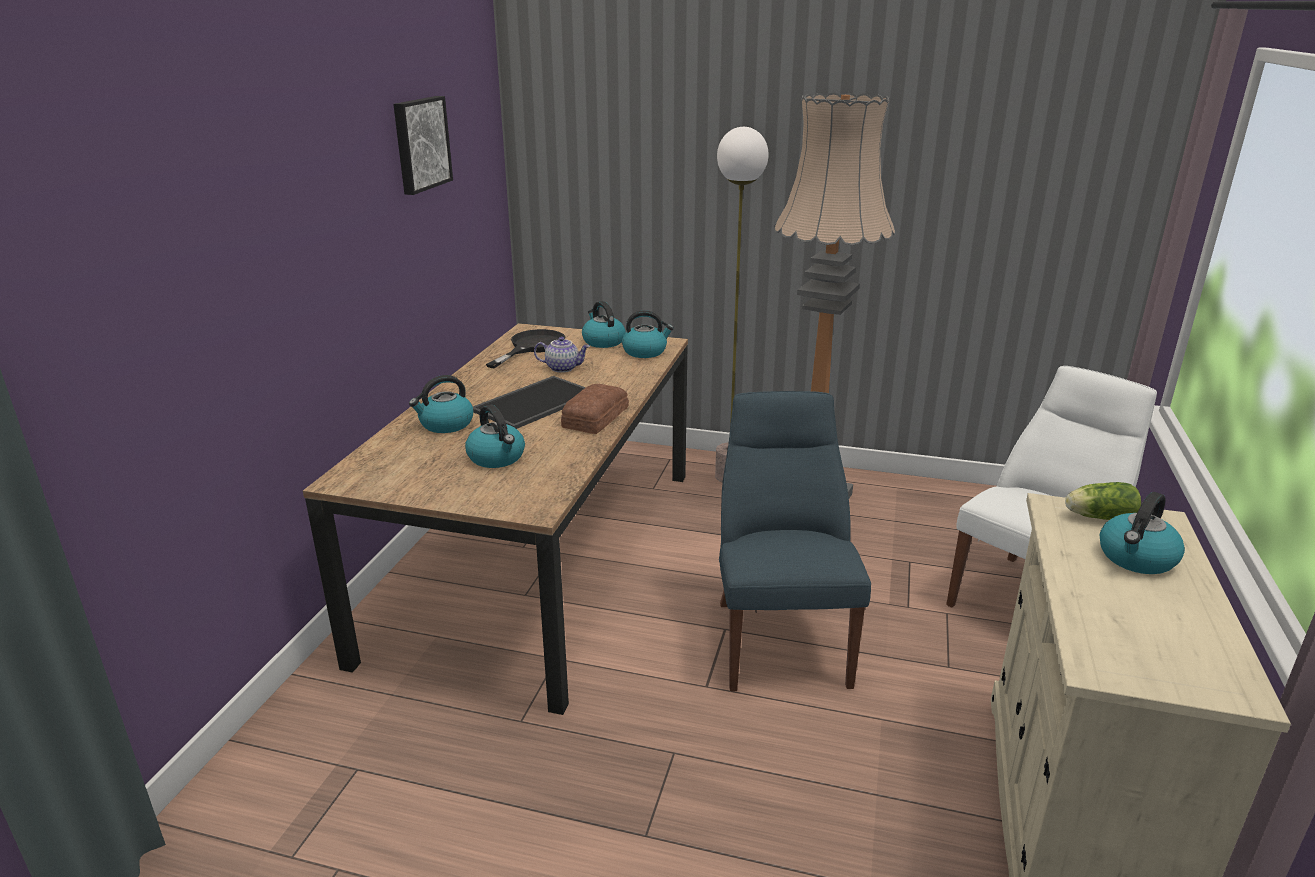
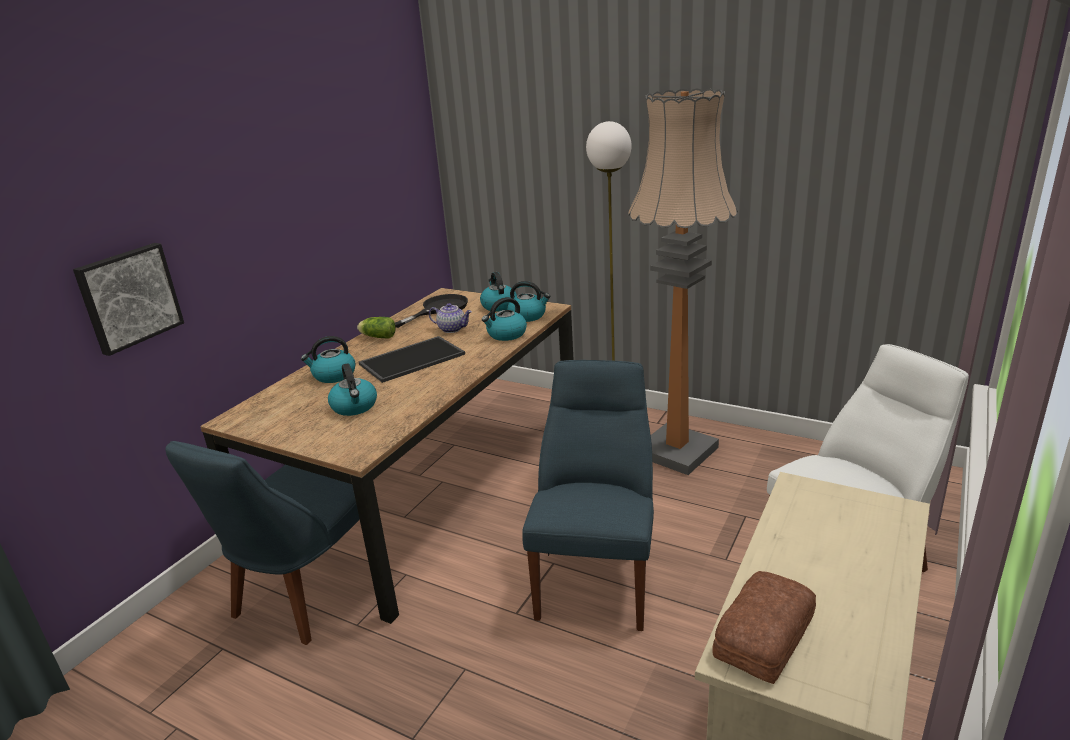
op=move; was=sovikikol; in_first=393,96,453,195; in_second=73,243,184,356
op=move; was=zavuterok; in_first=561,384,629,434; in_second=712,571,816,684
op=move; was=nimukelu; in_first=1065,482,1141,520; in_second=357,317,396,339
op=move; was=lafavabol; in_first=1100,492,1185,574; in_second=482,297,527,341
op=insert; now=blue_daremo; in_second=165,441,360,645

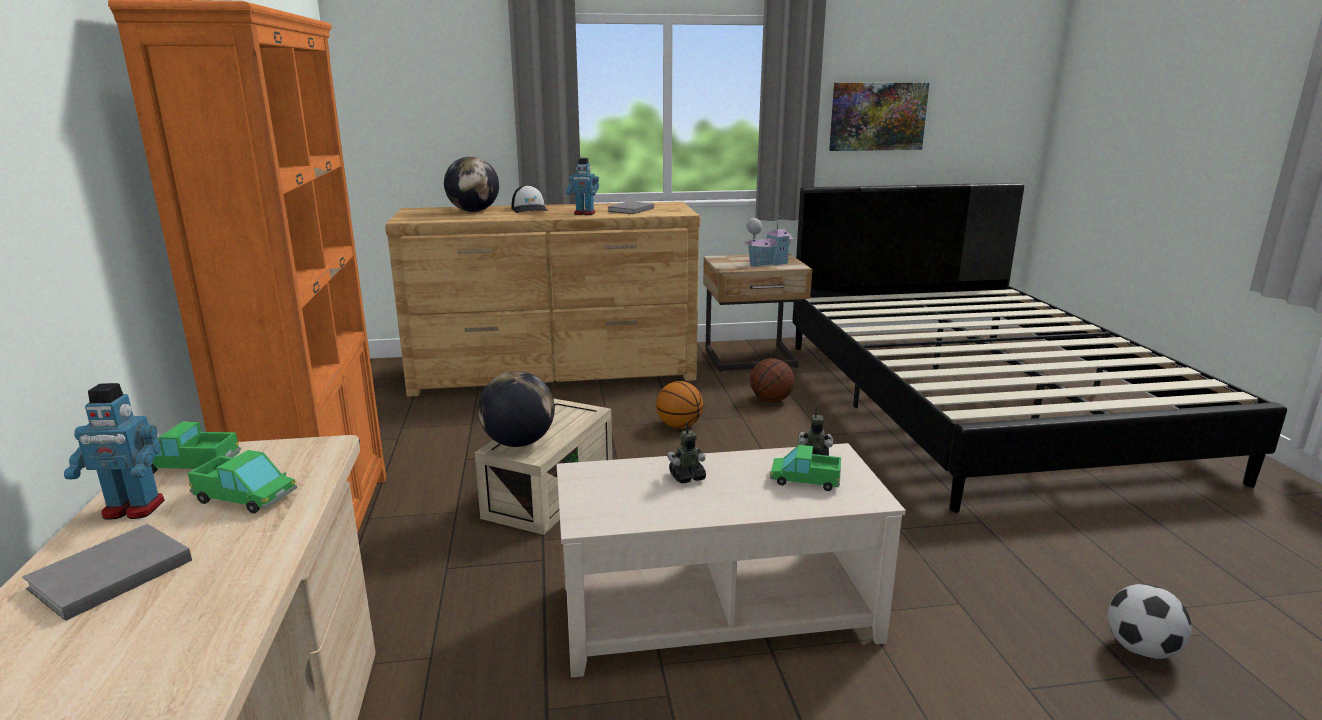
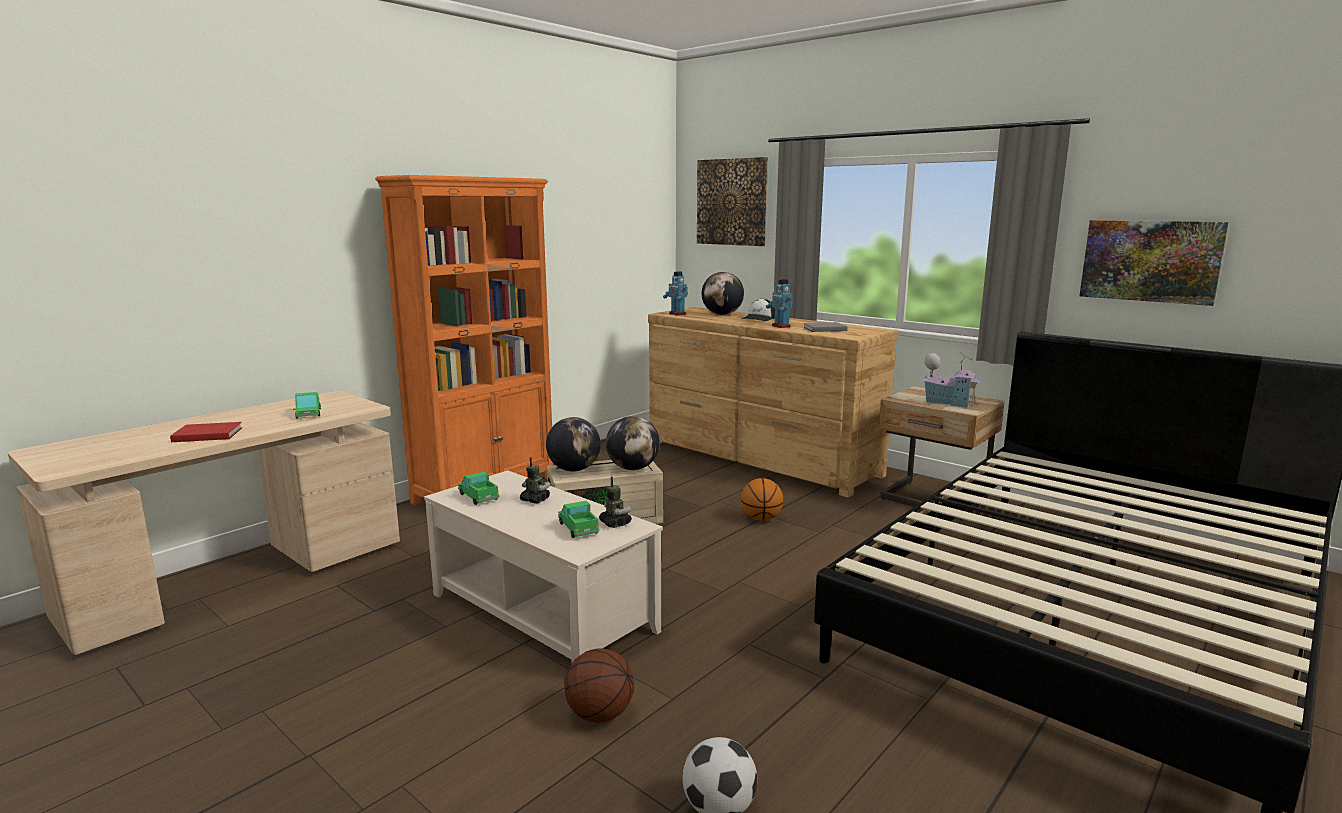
op=move; was=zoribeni; in_first=750,358,795,403; in_second=564,648,634,723
op=move; was=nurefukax; in_first=64,383,165,520; in_second=663,271,688,315
op=move; was=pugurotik; in_first=151,422,241,474; in_second=458,472,499,505
op=delete; was=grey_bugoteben; in_first=22,524,192,621
op=insert; now=sovikikol; in_second=697,157,768,246
op=insert; now=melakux; in_second=606,416,660,470
op=insert; now=red_bugoteben; in_second=170,422,242,442

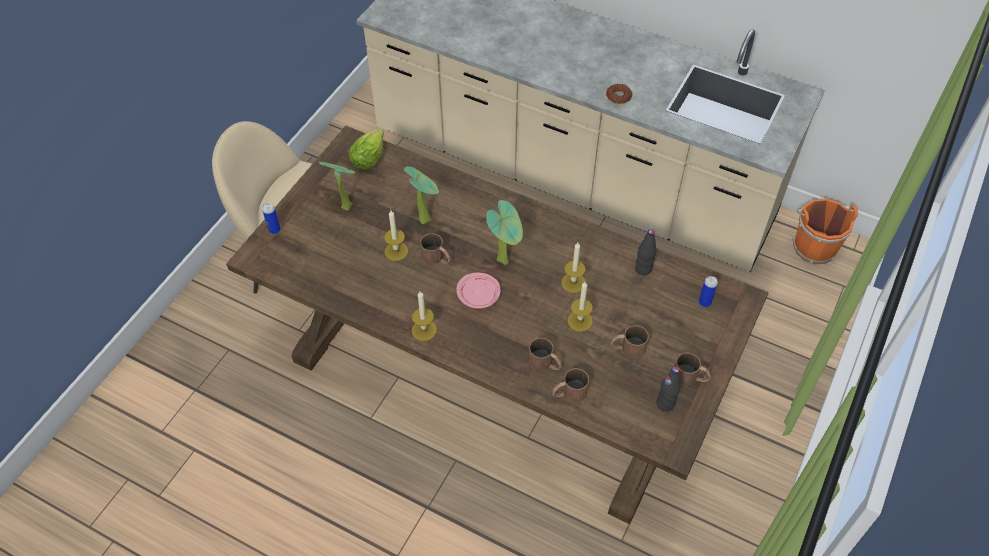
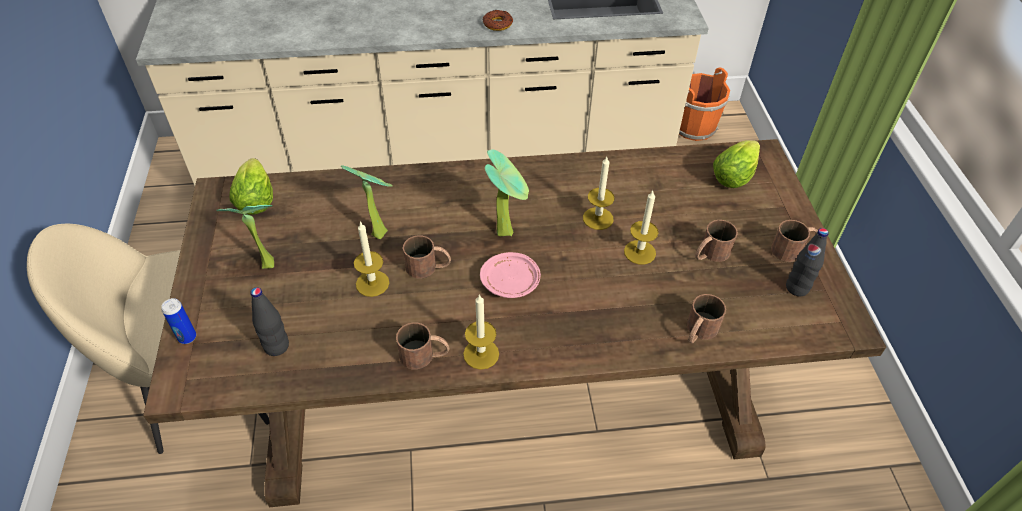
op=move; was=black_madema; in_first=635,229,656,275; in_second=250,287,289,356
op=replace; was=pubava; now=nimukelu; in_first=699,276,718,307; in_second=713,140,760,188
op=move; was=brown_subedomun; in_first=528,338,562,371; in_second=396,322,449,370

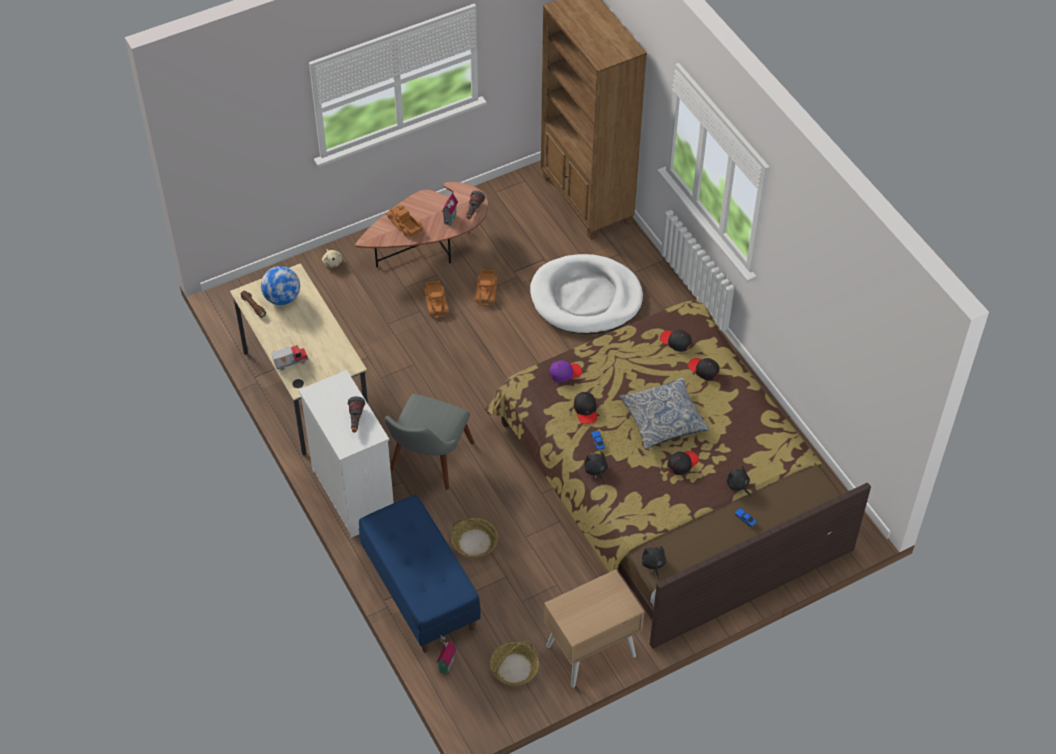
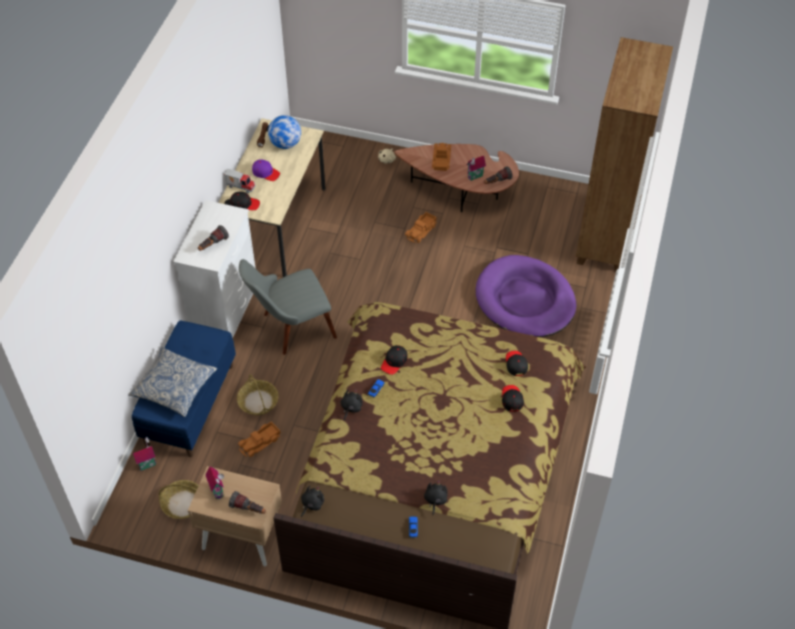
op=recolor; was=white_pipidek; now=purple_pipidek; in_first=530,254,643,334; in_second=476,255,576,337
op=move; was=pugurotik; in_first=475,269,497,306; in_second=238,422,281,457
op=move; was=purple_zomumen; in_first=549,360,582,382; in_second=252,159,280,181
op=move; was=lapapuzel; in_first=619,378,710,449; in_second=128,347,217,417
op=move; was=black_zomumen; in_first=667,451,699,475; in_second=230,192,260,210
op=insert; now=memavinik; in_second=205,466,224,499
op=insert; now=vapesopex; in_second=229,491,266,514

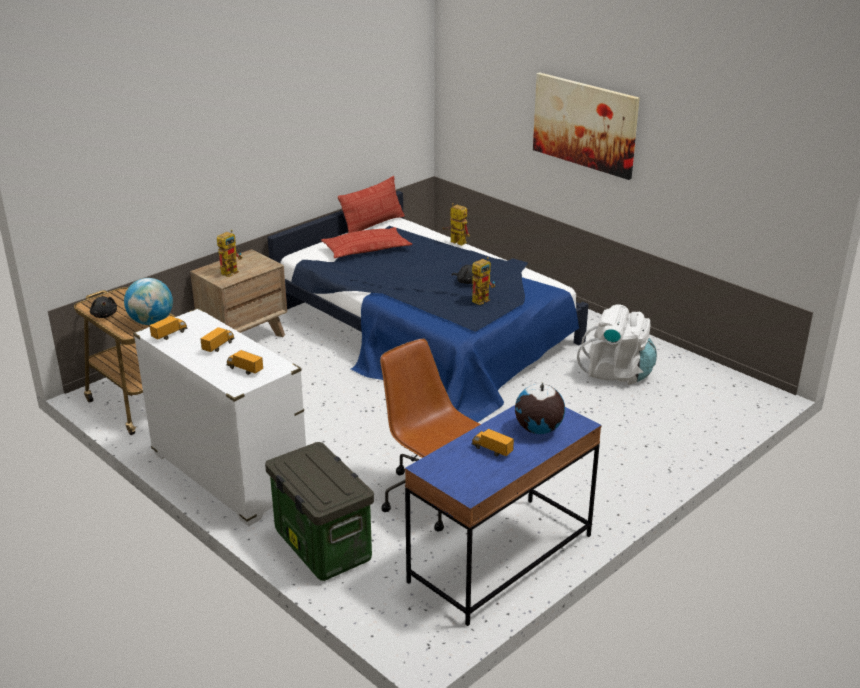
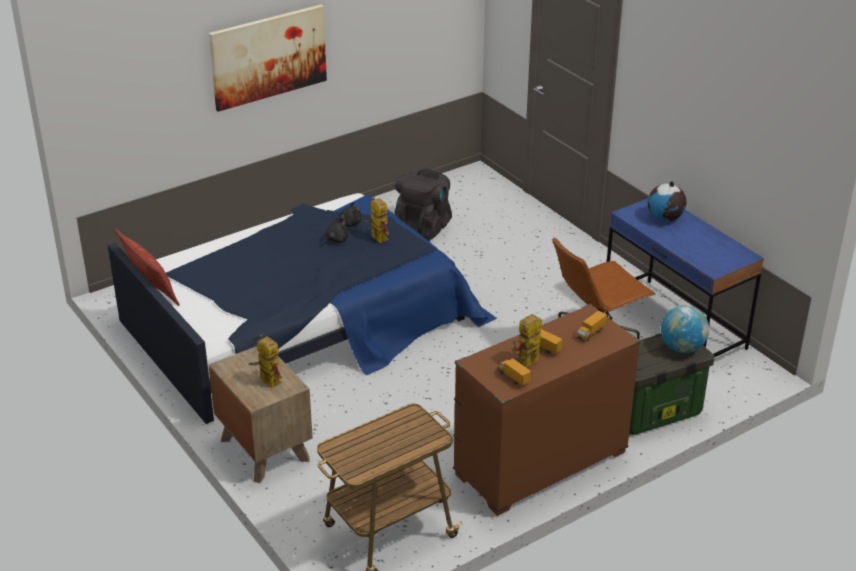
op=move; was=nurefukax; in_first=442,203,470,246; in_second=512,314,542,367
op=delete; was=lapapuzel; in_first=321,227,412,258
op=move; was=melakux; in_first=124,278,173,325; in_second=661,305,709,353
op=move; was=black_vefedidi; in_first=90,296,117,318; in_second=331,202,362,227
op=recolor; was=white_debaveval; now=black_debaveval; in_first=577,304,657,384; in_second=394,169,452,241
op=recolor; was=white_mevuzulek; now=brown_mevuzulek; in_first=133,308,306,526; in_second=453,304,641,516
op=delete; was=pugurotik; in_first=472,429,514,457

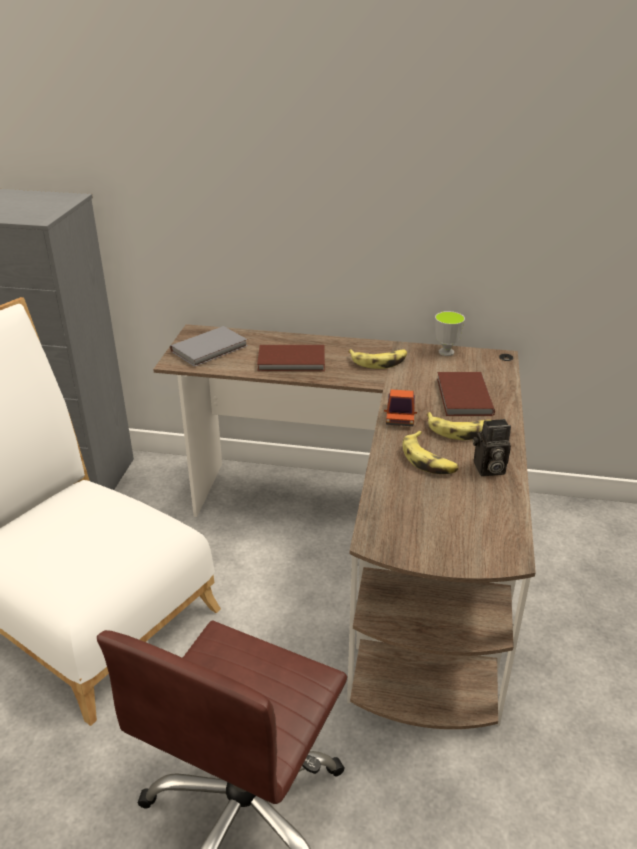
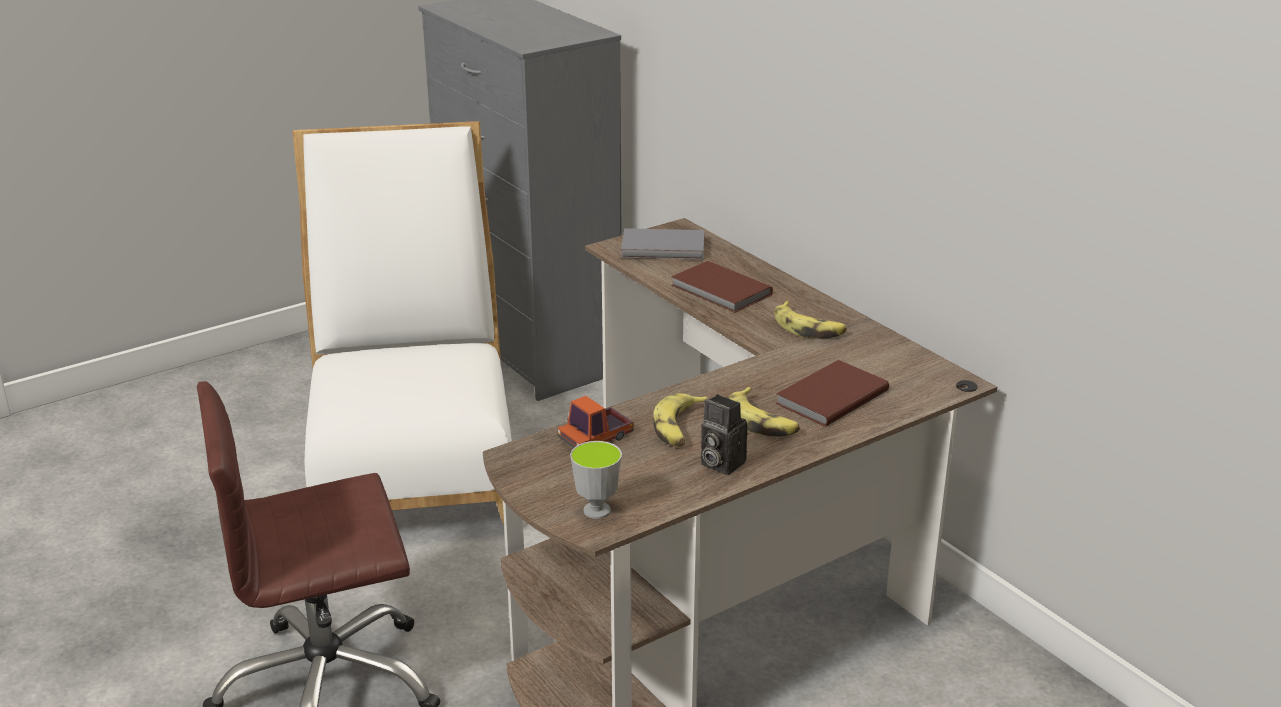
op=move; was=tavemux; in_first=435,311,465,356; in_second=570,441,622,519
op=move; was=pugurotik; in_first=384,389,417,426; in_second=558,396,633,448

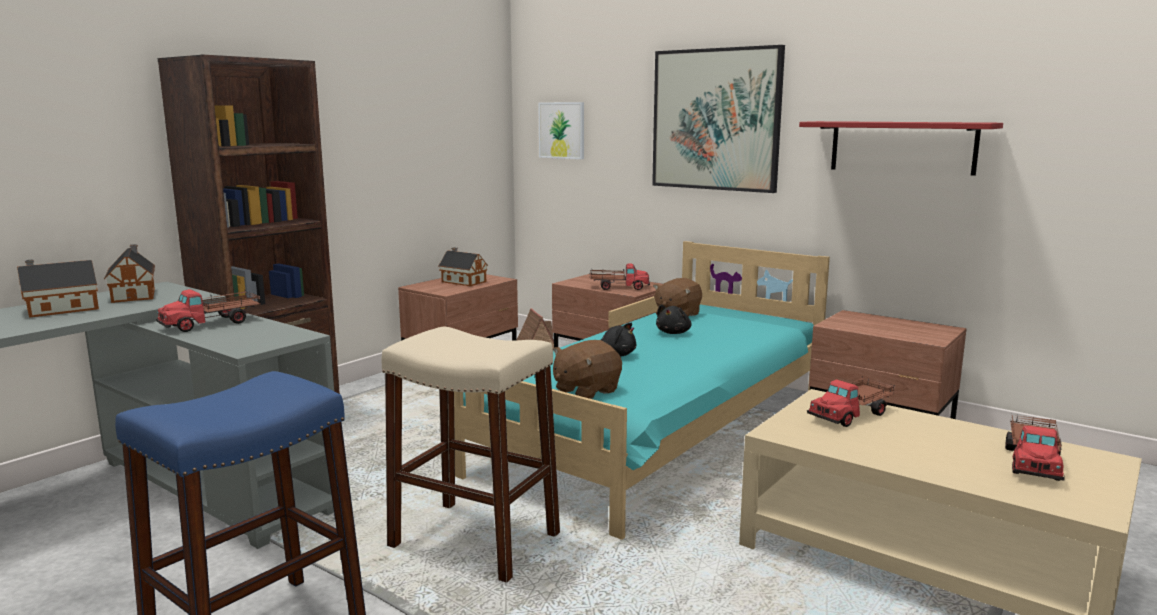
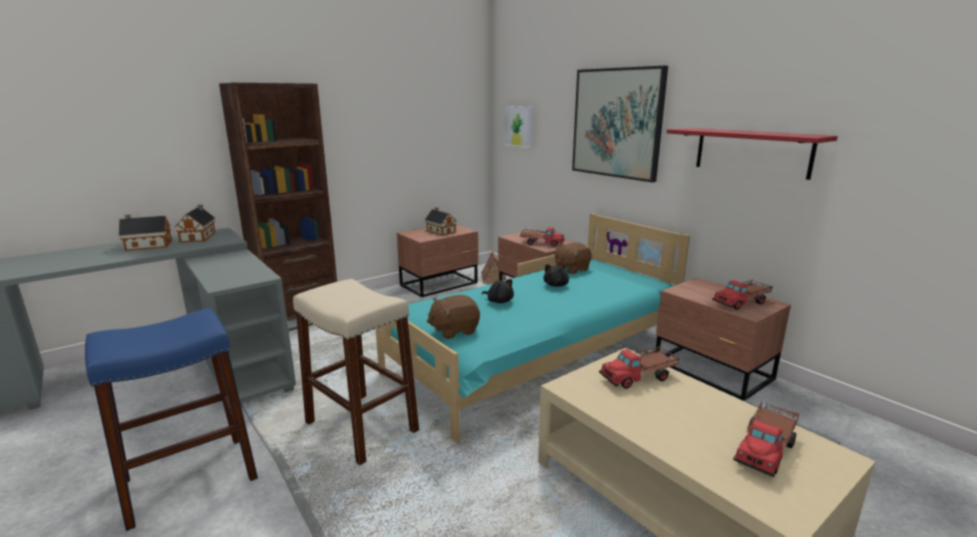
op=move; was=pugurotik; in_first=156,289,261,332; in_second=712,280,773,310

